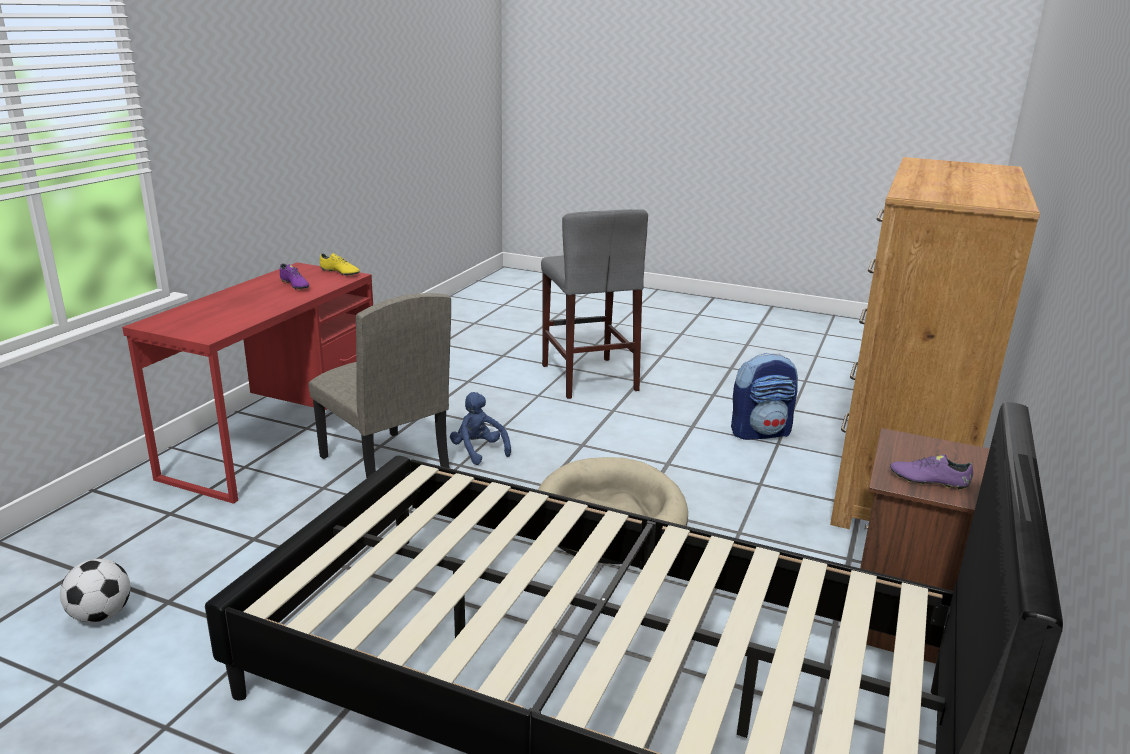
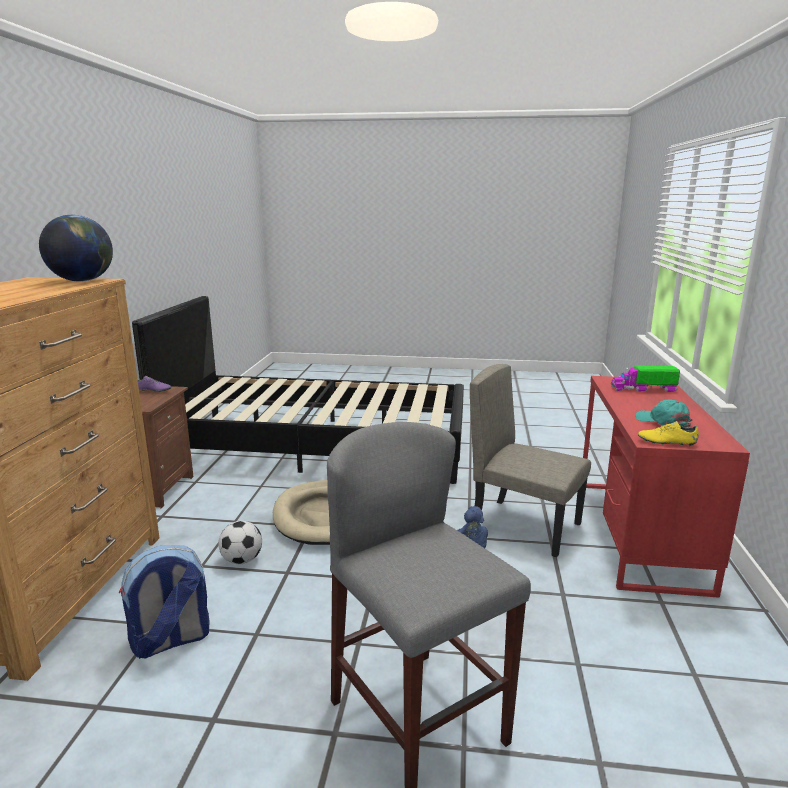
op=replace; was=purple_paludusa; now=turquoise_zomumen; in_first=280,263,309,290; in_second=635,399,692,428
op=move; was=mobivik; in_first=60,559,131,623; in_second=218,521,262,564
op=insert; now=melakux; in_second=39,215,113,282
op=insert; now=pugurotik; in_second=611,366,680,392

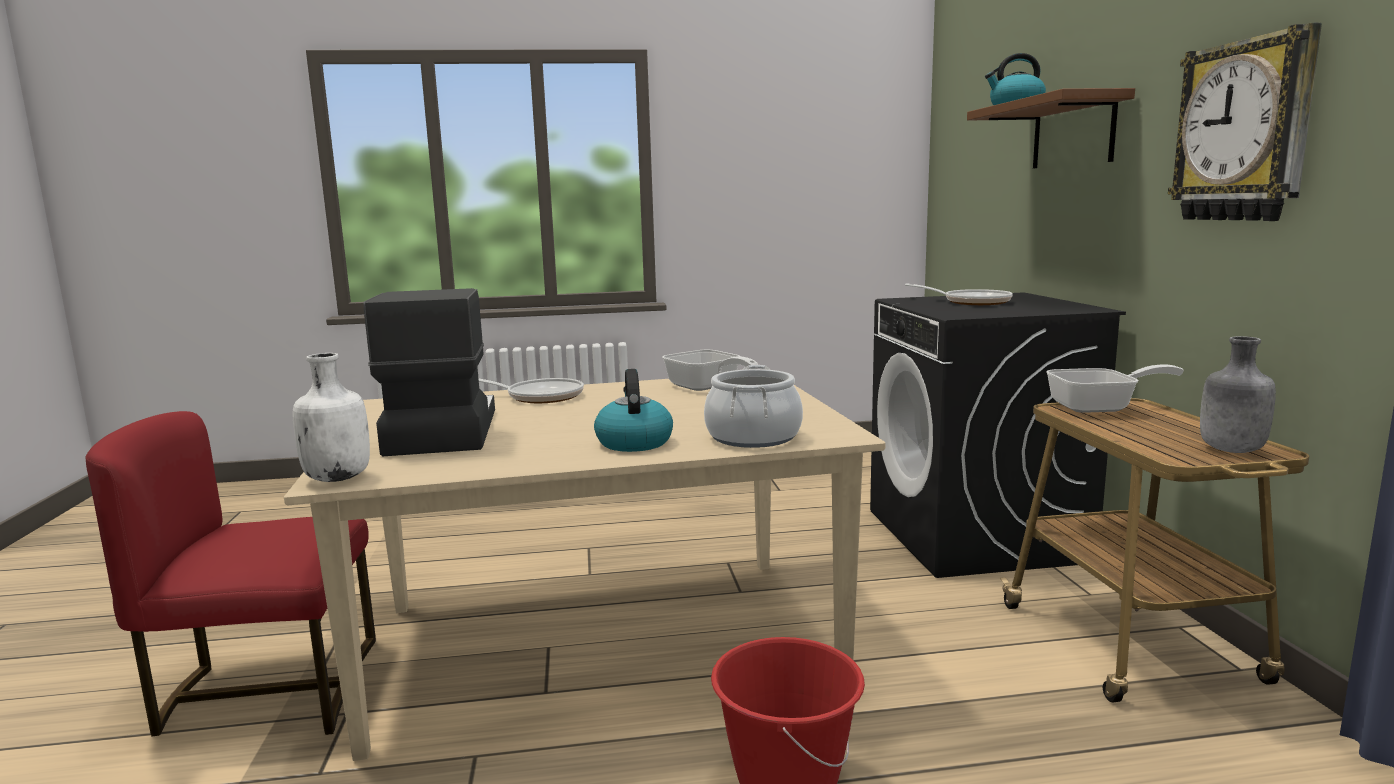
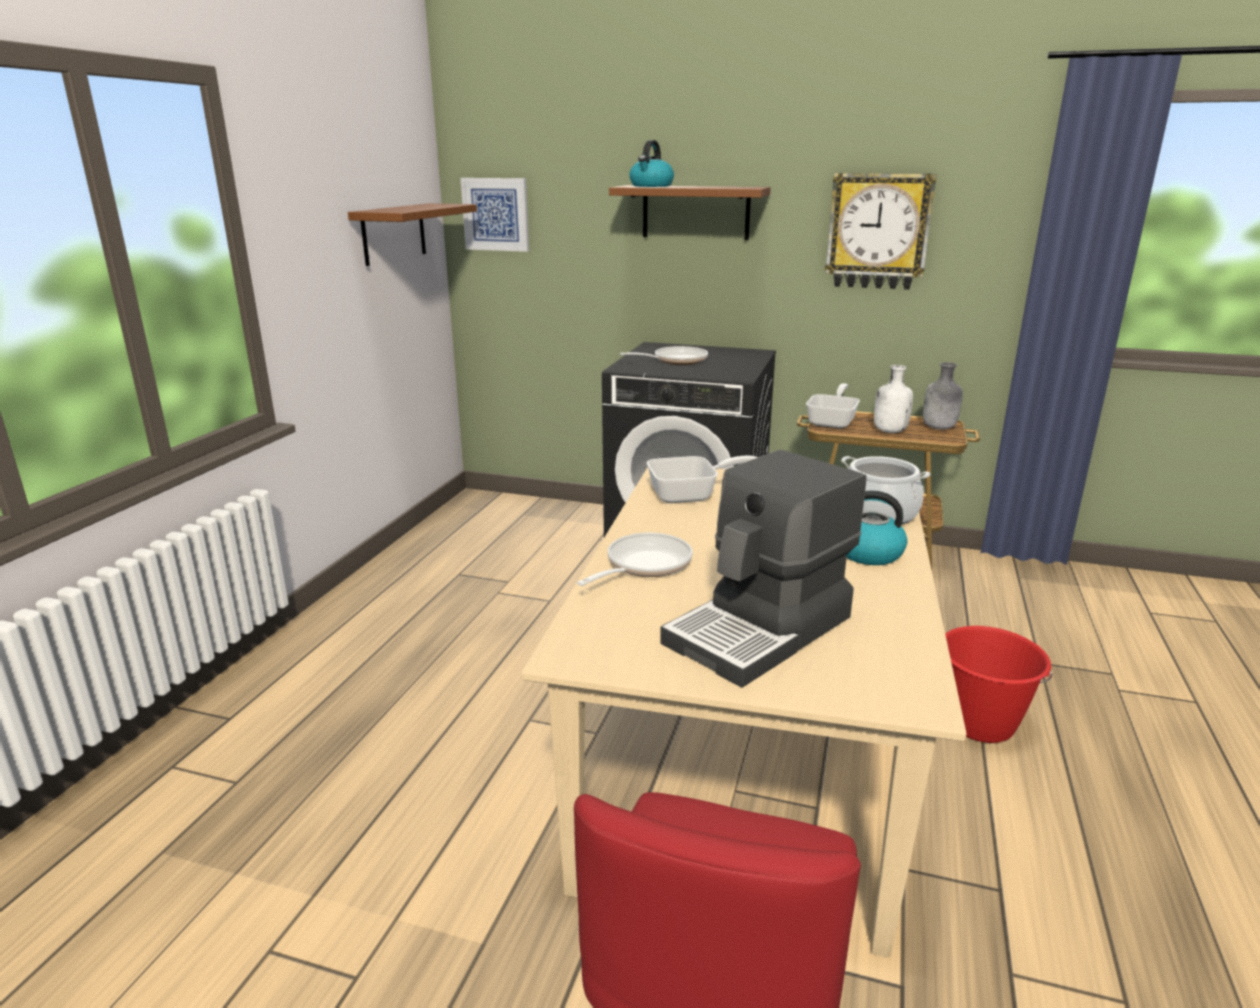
op=rotate; was=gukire; in_first=363,288,495,456; in_second=660,450,866,688; clockwise=-60
op=move; was=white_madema; in_first=293,353,370,482; in_second=874,365,913,433
op=insert; now=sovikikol; in_second=460,178,529,252
op=insert; now=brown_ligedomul; in_second=348,203,477,266

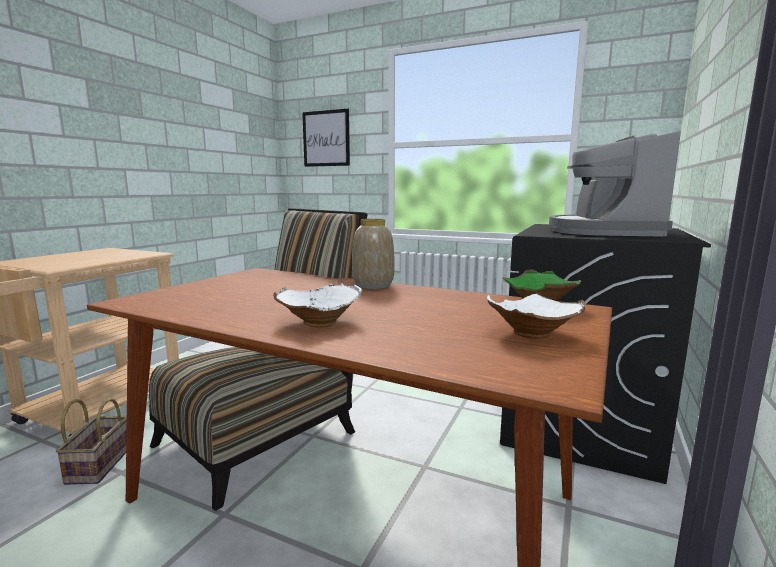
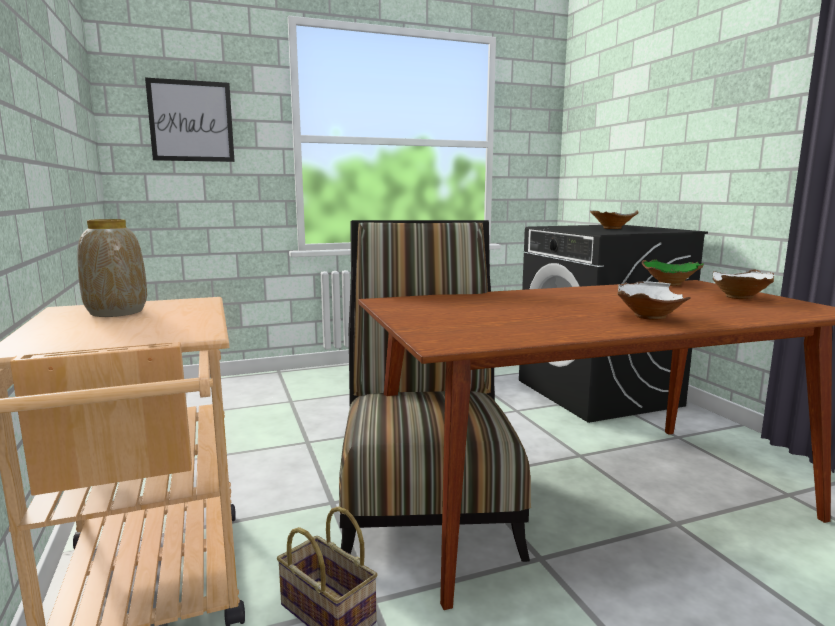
op=replace; was=gukire; now=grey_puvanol; in_first=549,131,681,237; in_second=590,210,638,229
op=move; was=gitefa; in_first=352,219,395,289; in_second=77,219,147,317

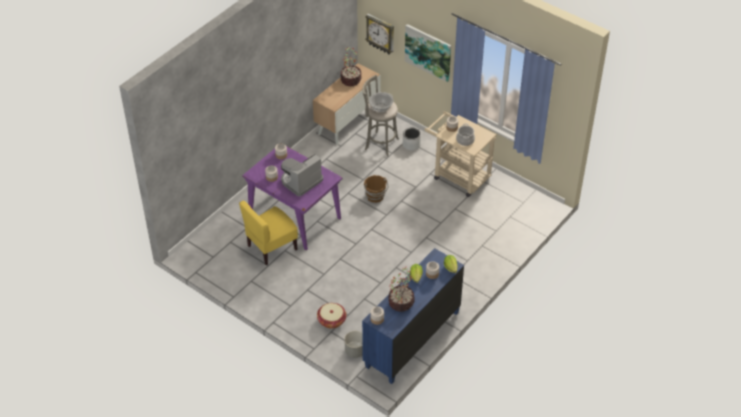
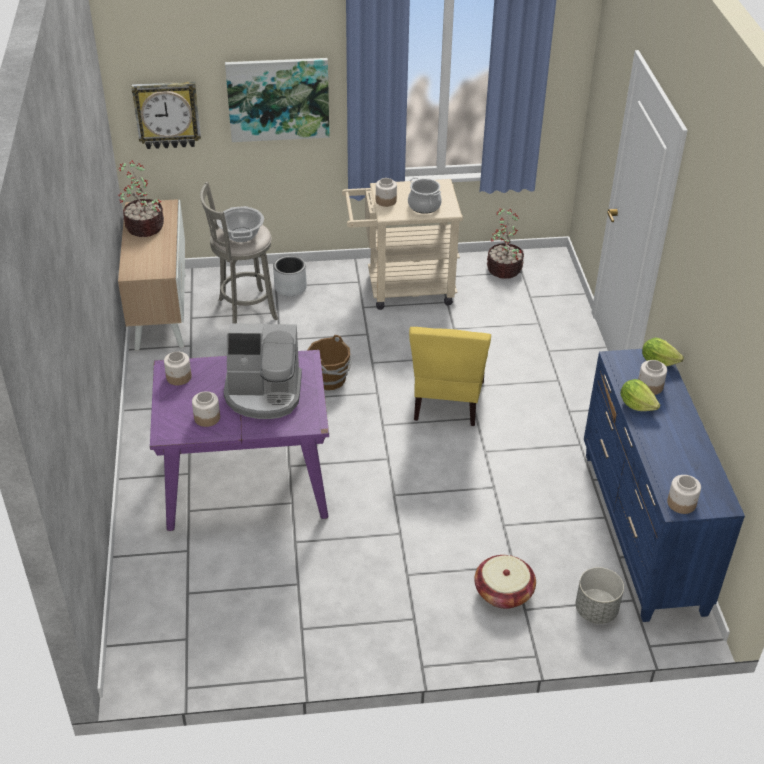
op=rotate; was=gukire; in_first=281,154,323,196; in_second=223,323,302,419; clockwise=-90
op=move; was=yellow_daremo; in_first=239,201,298,265; in_second=409,327,491,426
op=move; was=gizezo; in_first=388,268,414,312; in_second=487,209,524,279

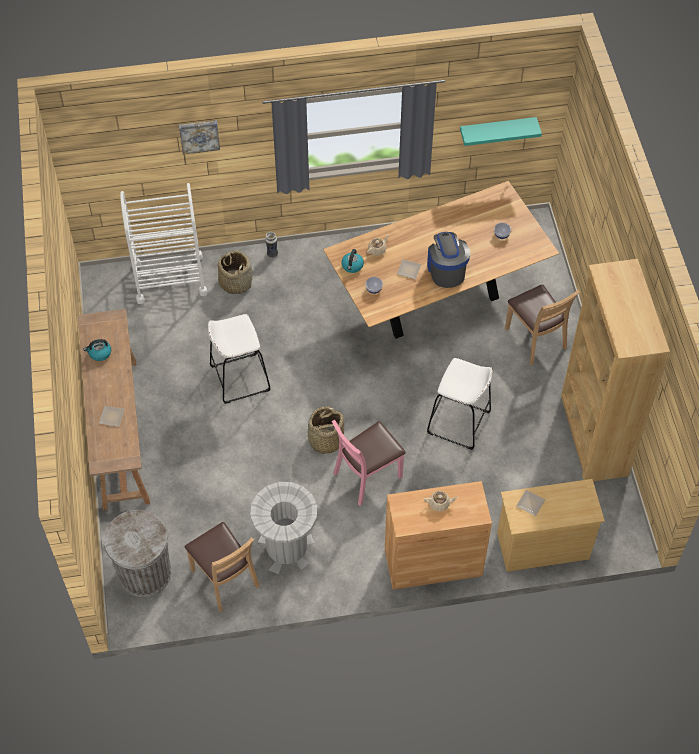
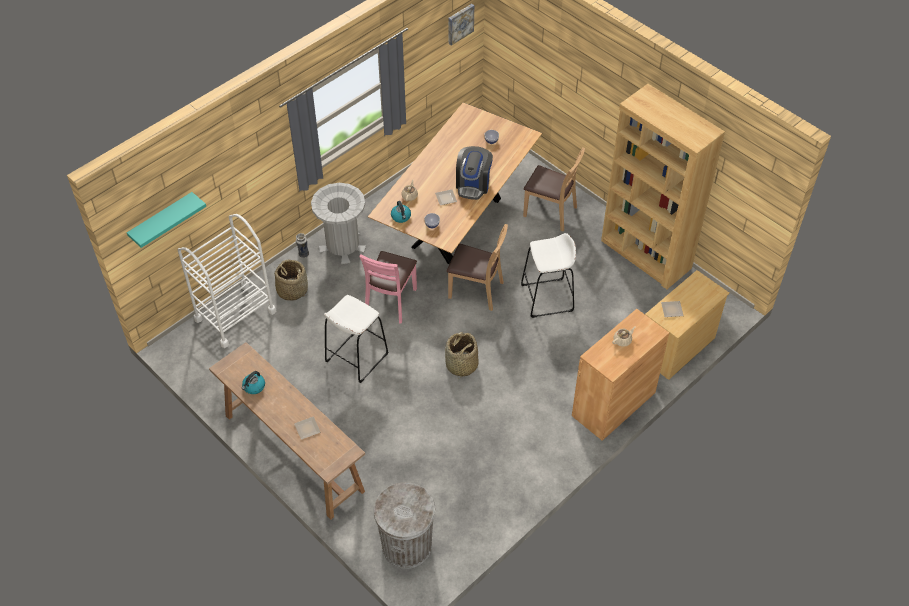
op=move; was=turquoise_ligedomul; in_first=460,117,542,146; in_second=127,192,206,248
op=move; was=sovikikol; in_first=179,120,220,155; in_second=449,4,474,46
op=rotate; was=gukire; in_first=427,232,470,288; in_second=456,146,493,200; clockwise=-120
op=move; was=pink_daremo; in_first=332,420,406,506; in_second=359,251,417,324
op=move; was=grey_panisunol; in_first=250,482,317,574; in_second=311,183,366,264
op=move; was=brown_daremo; in_first=185,522,260,612; in_second=447,224,508,311

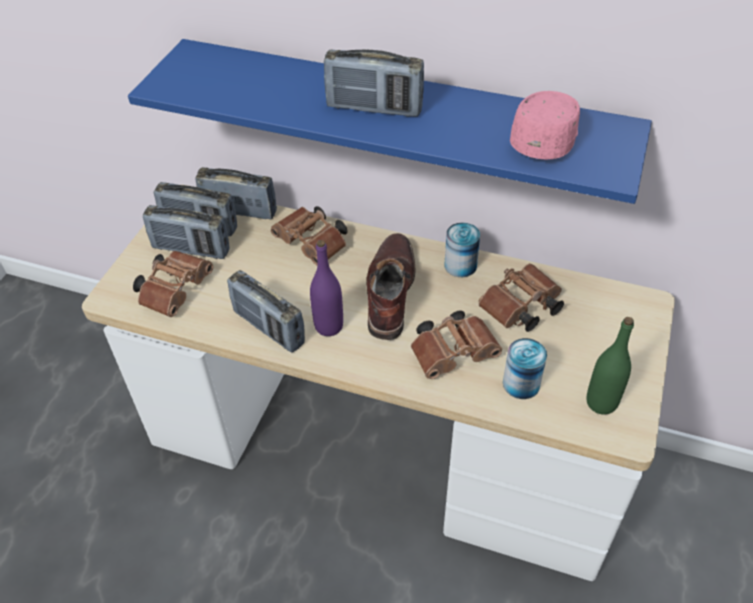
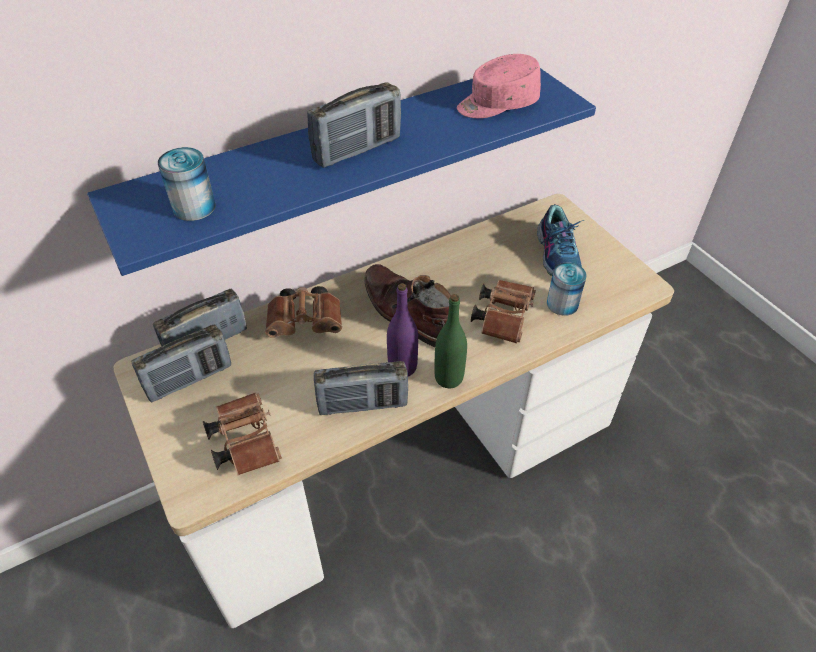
op=rotate; was=pink_zomumen; in_first=510,91,580,160; in_second=457,54,541,118; clockwise=-90
op=delete; was=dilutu; in_first=143,205,230,259
op=move; was=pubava; in_first=444,223,480,277; in_second=158,147,216,221
op=delete; was=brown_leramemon; in_first=478,263,564,332
op=move; was=green_madema; in_first=587,317,634,415; in_second=434,294,467,388
op=insert; now=paludusa; in_second=537,204,584,276

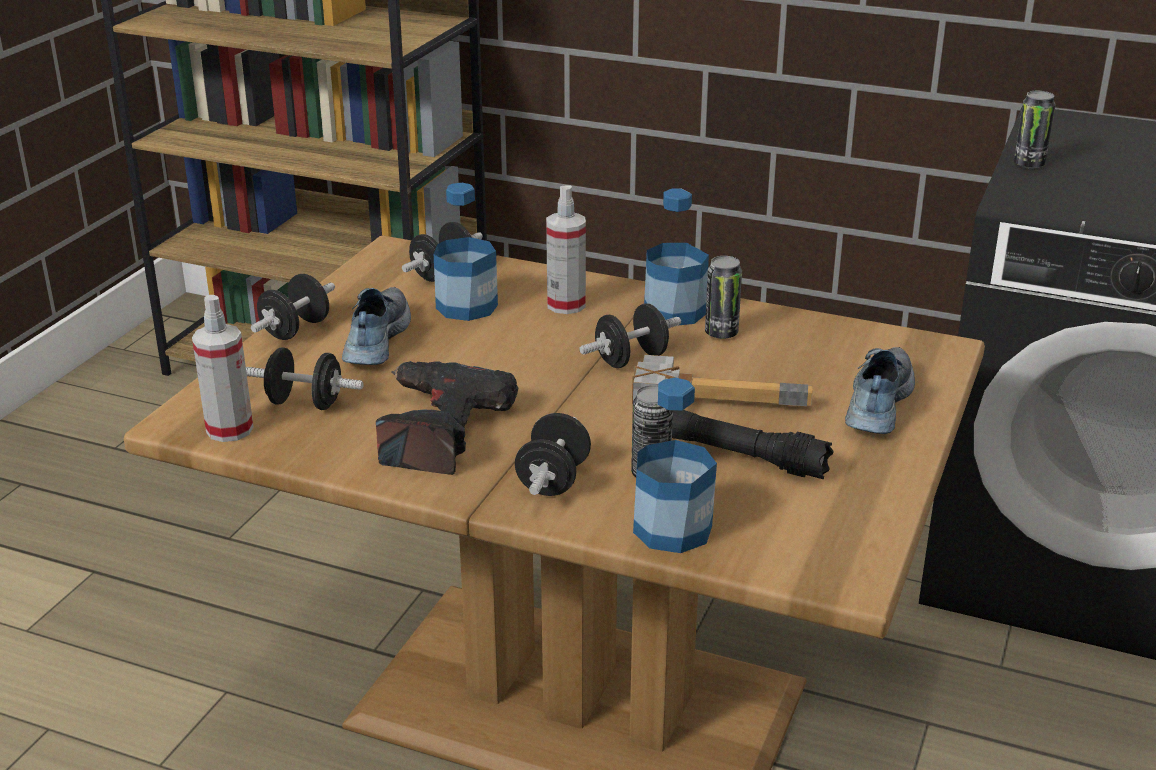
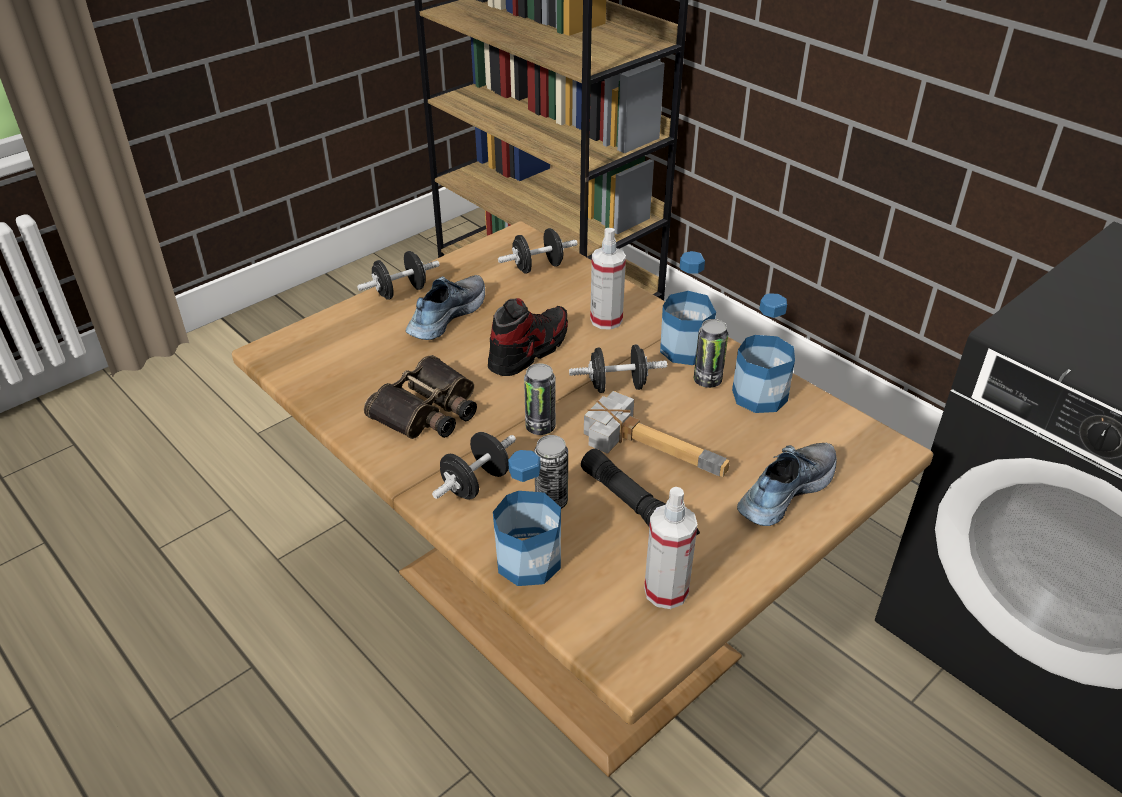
op=move; was=pubava; in_first=1014,91,1056,169; in_second=524,363,556,435
op=move; was=madema; in_first=434,183,498,321; in_second=732,293,795,413
op=move; was=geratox; in_first=192,295,253,442; in_second=644,487,698,609
op=delete; was=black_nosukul; in_first=246,347,364,410
op=replace; was=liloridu; now=leramemon; in_first=376,361,518,475; in_second=364,355,477,439
op=insert; now=paludusa; in_second=488,298,568,376

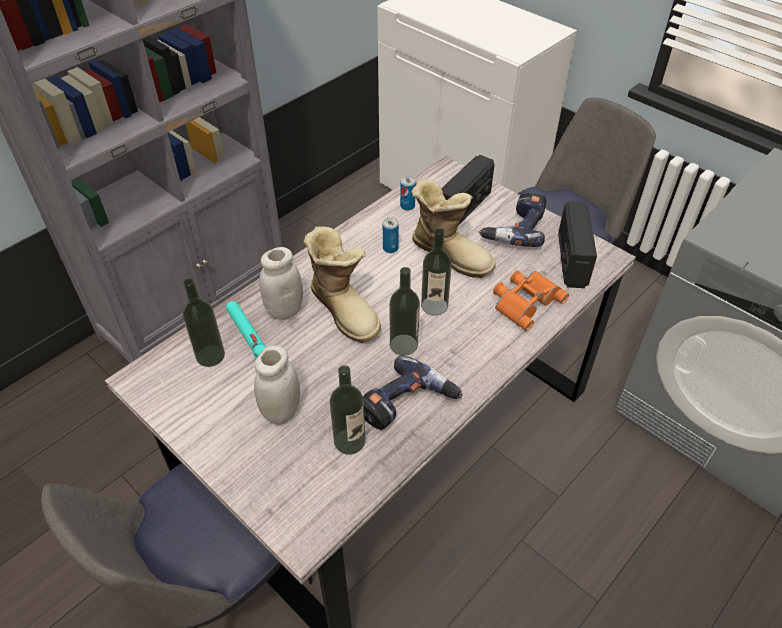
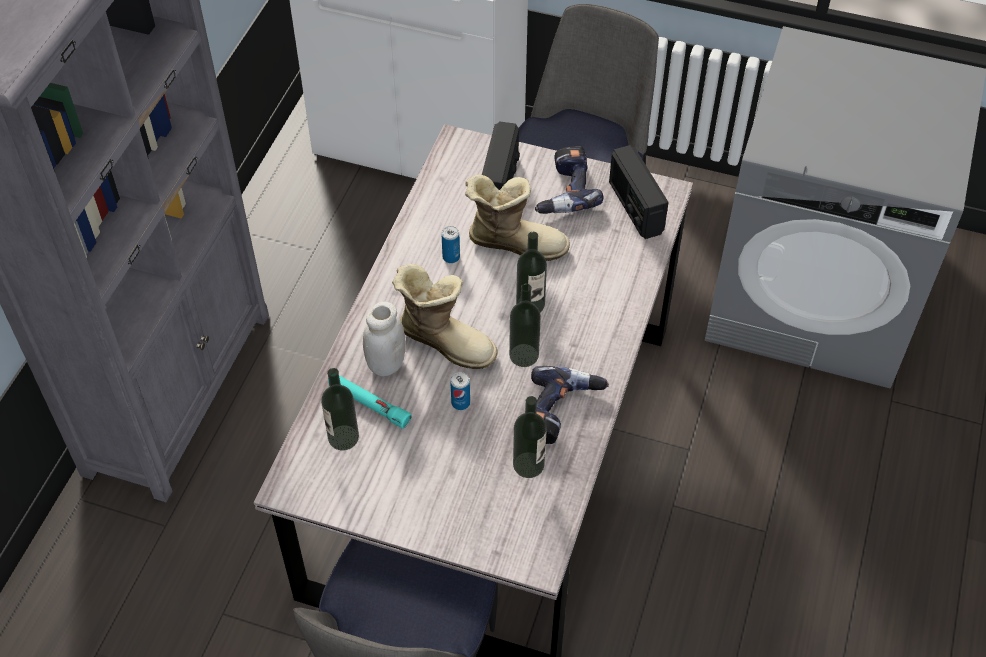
op=move; was=pubava; in_first=400,176,416,211; in_second=450,372,470,410
op=delete; was=orange_leramemon; in_first=493,270,569,331
op=delete; was=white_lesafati; in_first=254,345,300,425

